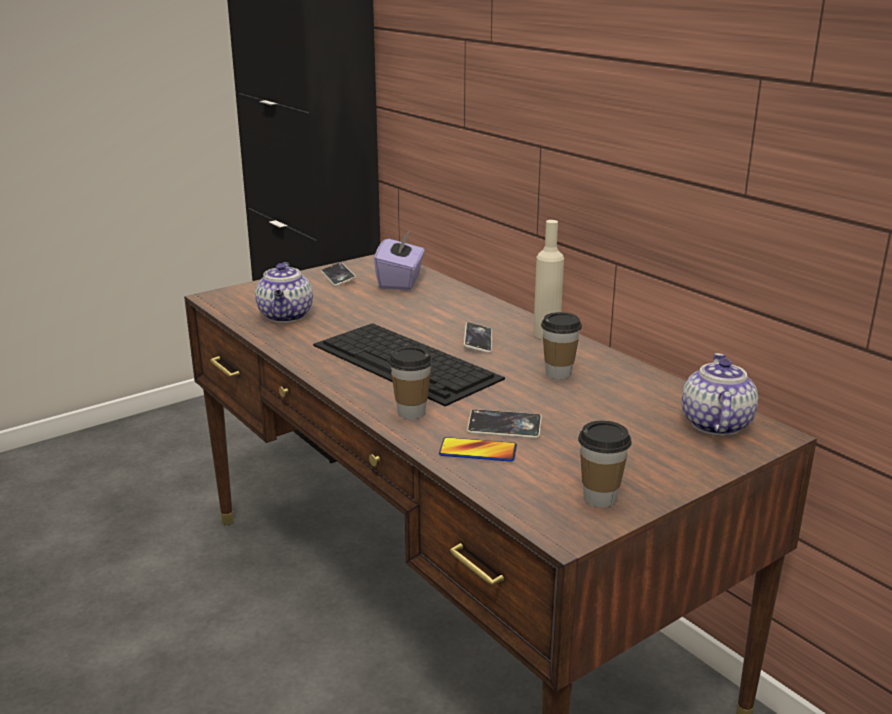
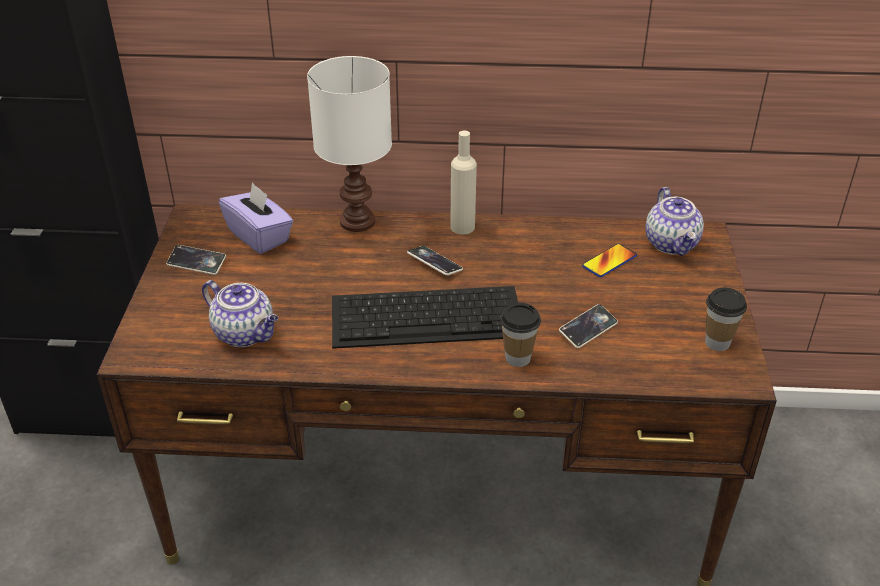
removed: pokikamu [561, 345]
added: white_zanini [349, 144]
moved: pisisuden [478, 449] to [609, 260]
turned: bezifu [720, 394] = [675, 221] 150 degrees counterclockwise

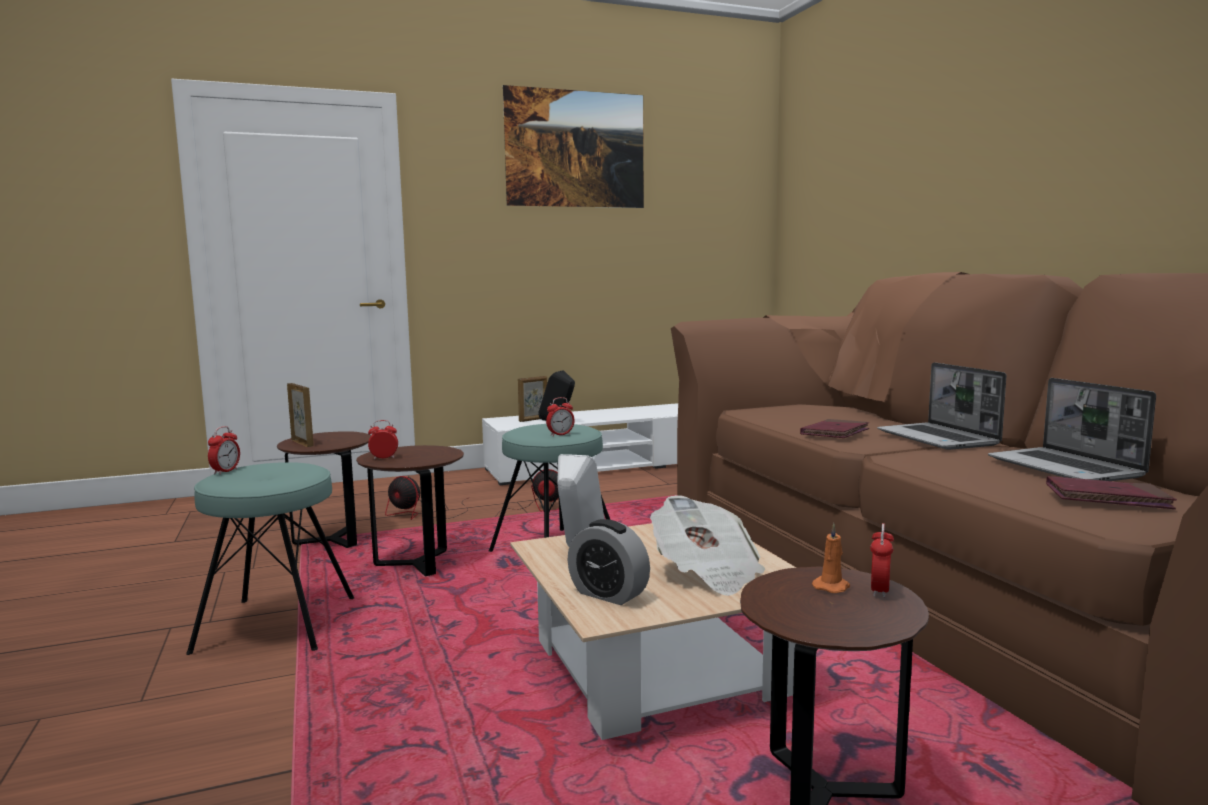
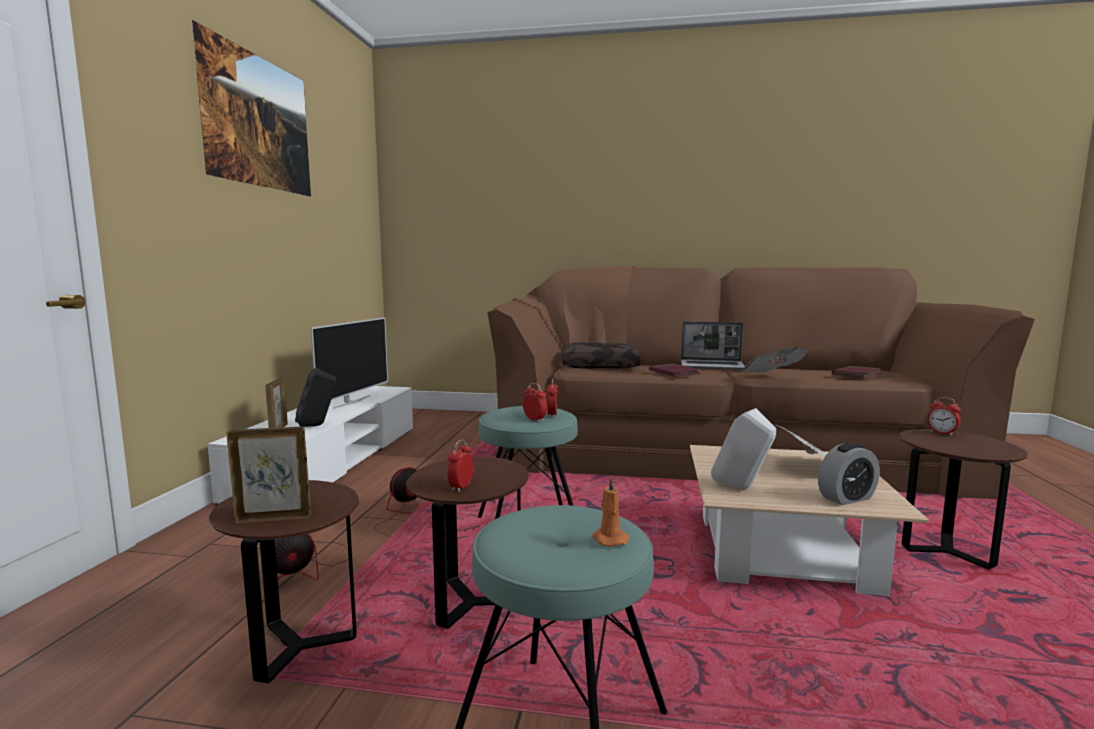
removed: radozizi [1072, 429]
added: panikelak [349, 363]; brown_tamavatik [601, 356]; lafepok [775, 360]
moved: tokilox [224, 450] to [535, 402]; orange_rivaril [831, 558] to [611, 511]

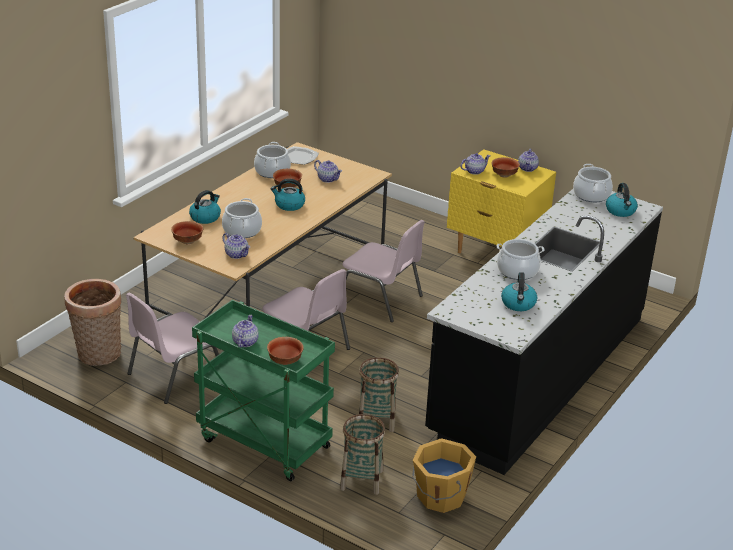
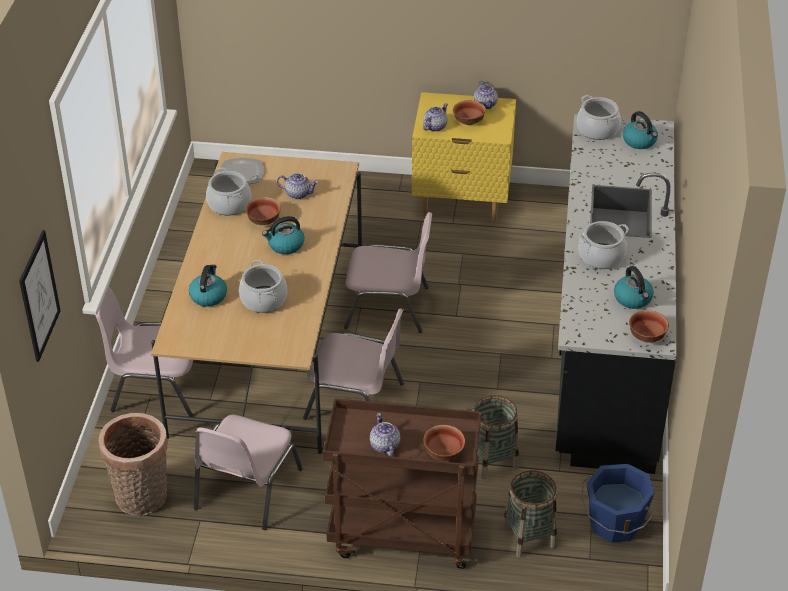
removed: bezifu [236, 246]
added: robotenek [40, 296]; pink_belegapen [149, 352]
moved: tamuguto [187, 232] to [649, 326]
recoloured: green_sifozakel [263, 390] to brown_sifozakel [402, 483]; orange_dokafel [444, 475] to blue_dokafel [618, 503]

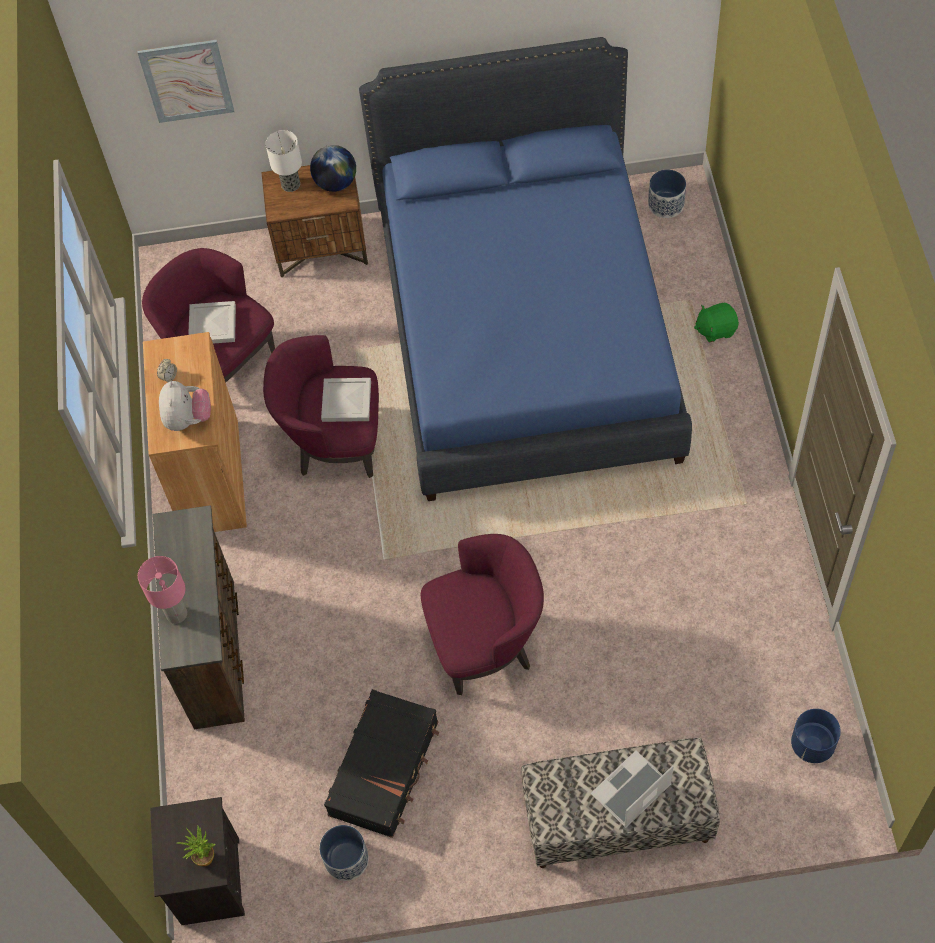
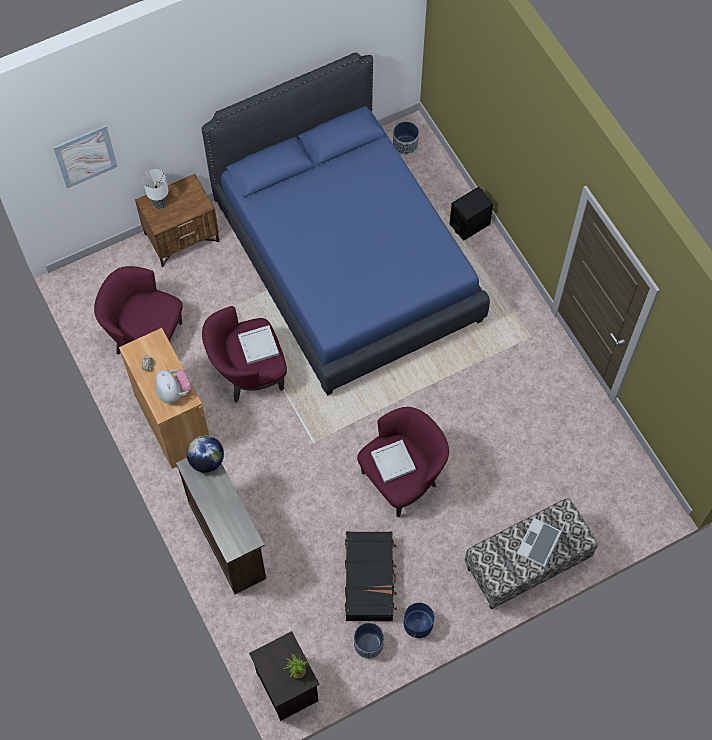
removed: pink_zanini [162, 590]
moved: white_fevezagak [212, 322] to [393, 461]; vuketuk [333, 168] to [205, 454]; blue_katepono [816, 736] to [419, 620]
replaced: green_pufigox [716, 323] to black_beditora [471, 214]

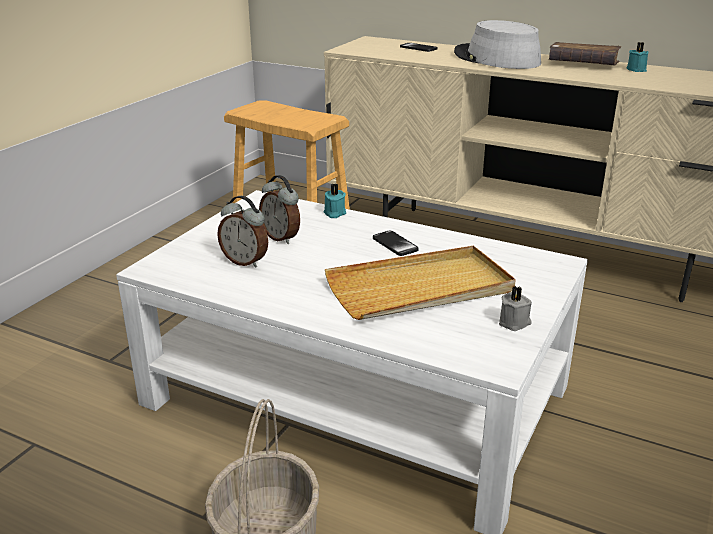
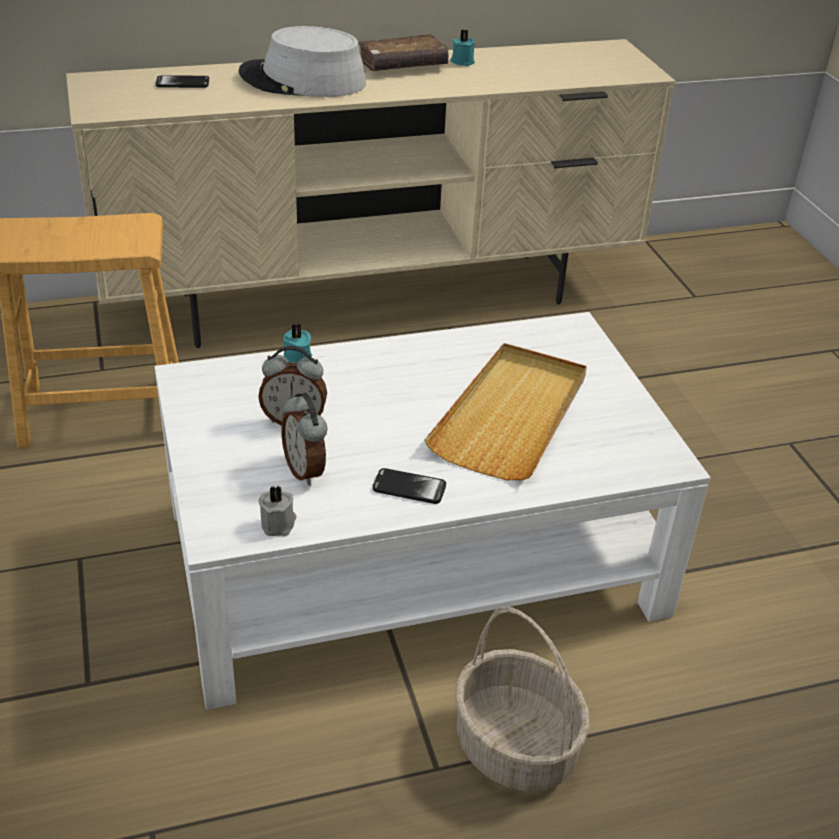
moved: pisisuden [396, 243] to [409, 486]; grey_rivaril [515, 308] to [278, 510]
turned: tokilox [242, 232] = [304, 439] 75 degrees clockwise

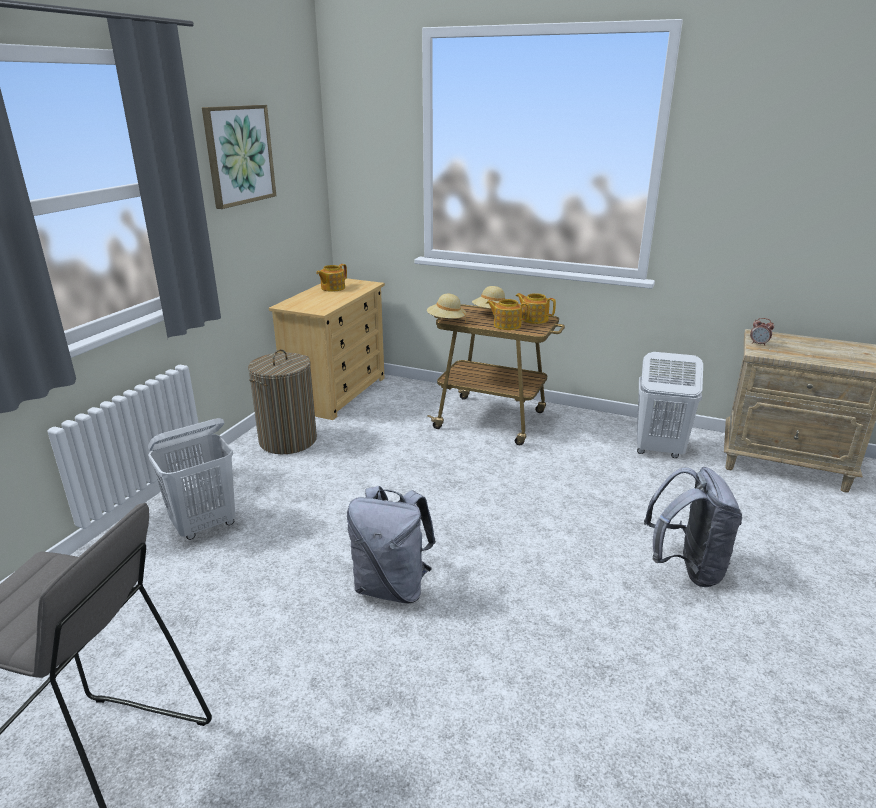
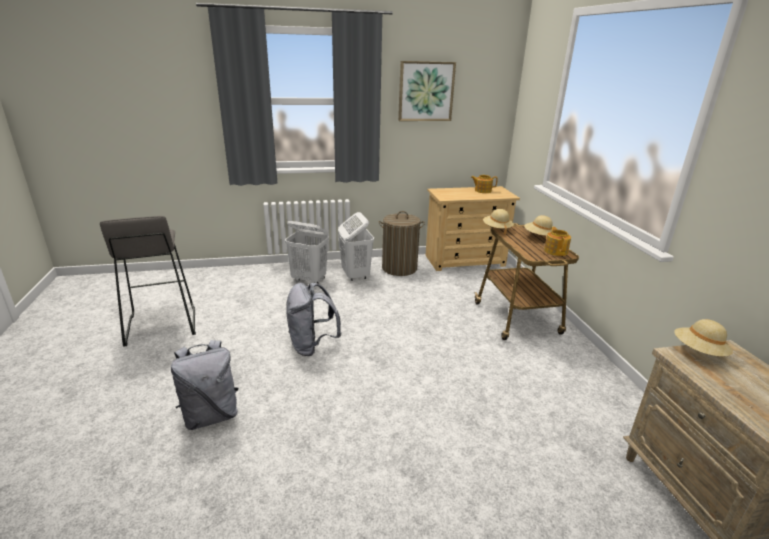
removed: bezifu [507, 314]
moved: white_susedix [670, 405] to [356, 246]; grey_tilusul [693, 527] to [204, 385]
replaced: tokilox [762, 332] to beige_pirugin [703, 337]

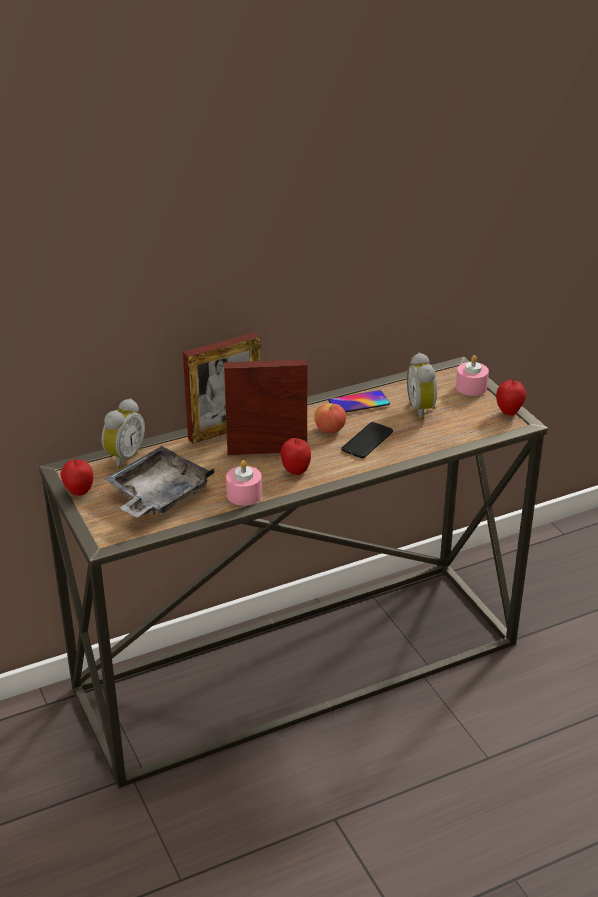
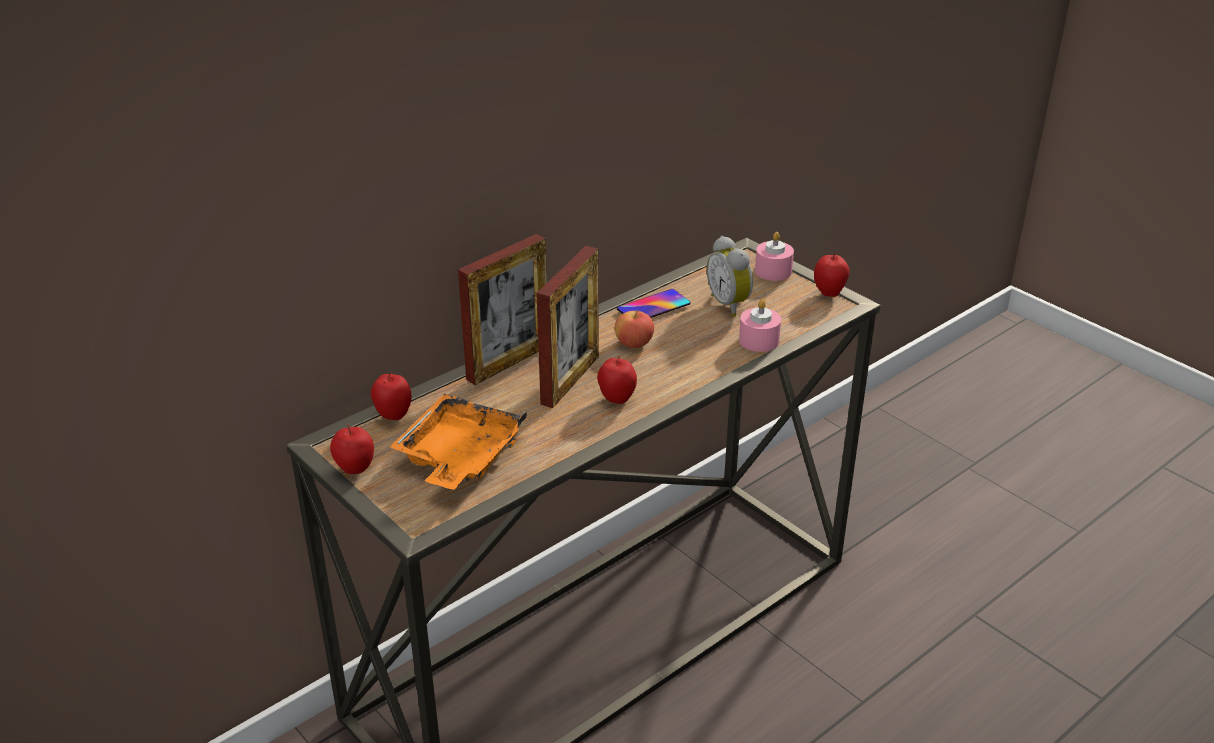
removed: pisisuden [367, 440]
moved: pink_rivaril [244, 483] to [760, 325]
replaced: tokilox [123, 433] to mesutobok [391, 396]
recoloured: grey_fevezagak [159, 481] to orange_fevezagak [458, 441]
turned: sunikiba [265, 407] = [567, 327] 135 degrees clockwise

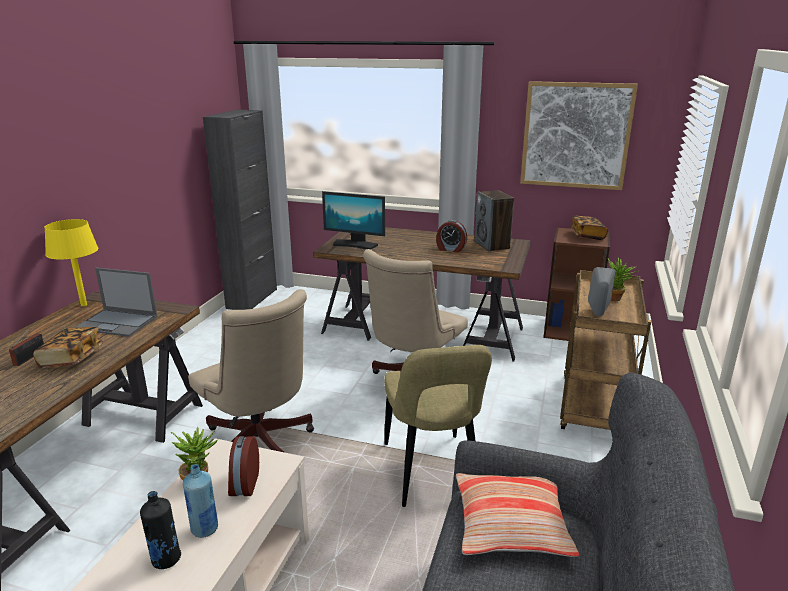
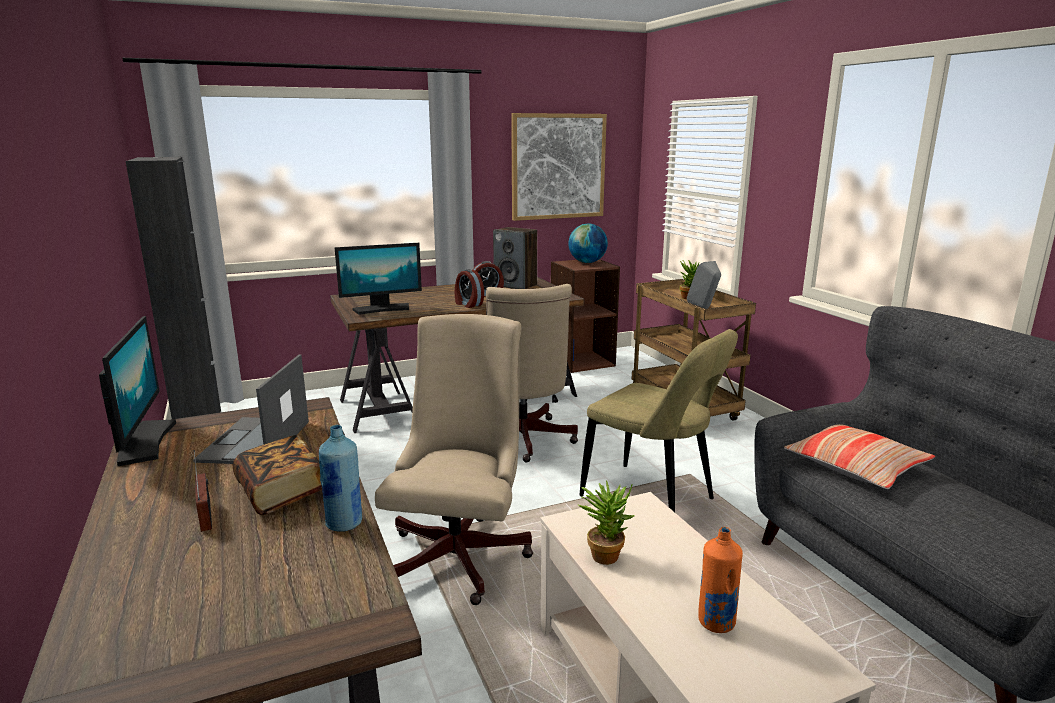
moved: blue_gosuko [200, 501] to [340, 478]; tokilox [243, 466] to [469, 288]
replaced: yellow_zanini [71, 262] to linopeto [137, 391]; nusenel [589, 228] to vuketuk [588, 243]
recoloured: black_gosuko [160, 530] to orange_gosuko [720, 580]
turned: radozizi [116, 302] = [251, 409] 120 degrees clockwise; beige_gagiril [251, 371] = [454, 459] 90 degrees counterclockwise

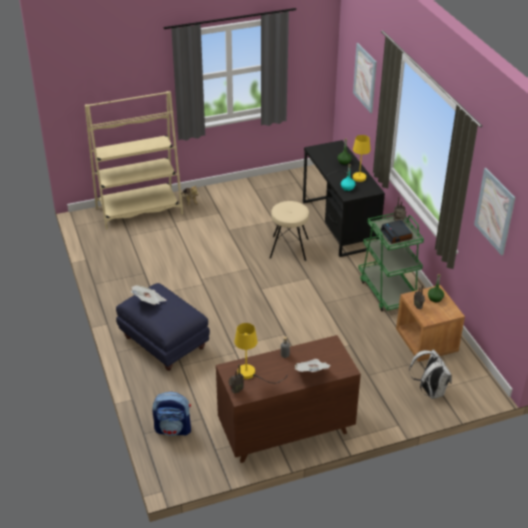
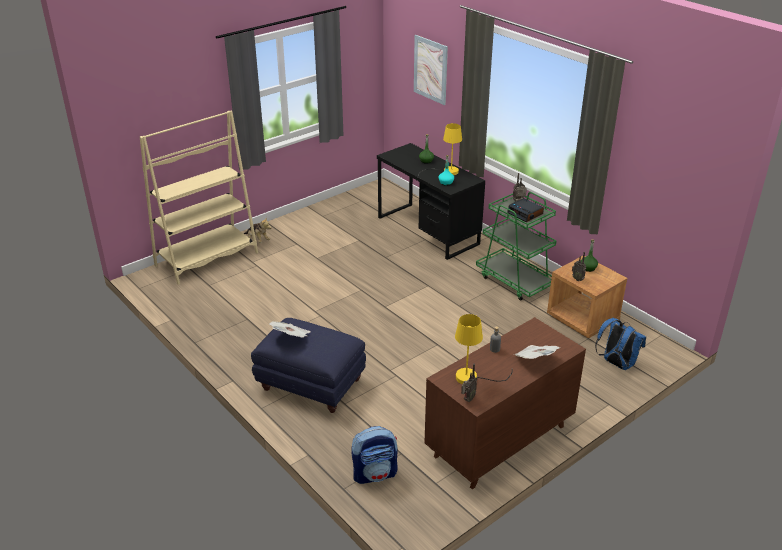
removed: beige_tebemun [289, 231]; robotenek [494, 211]
recoloured: white_tilusul [430, 374] to blue_tilusul [620, 343]

